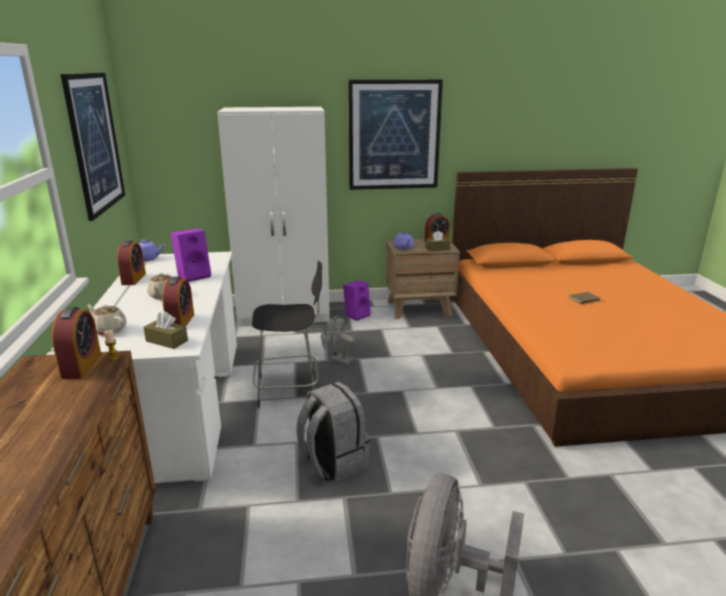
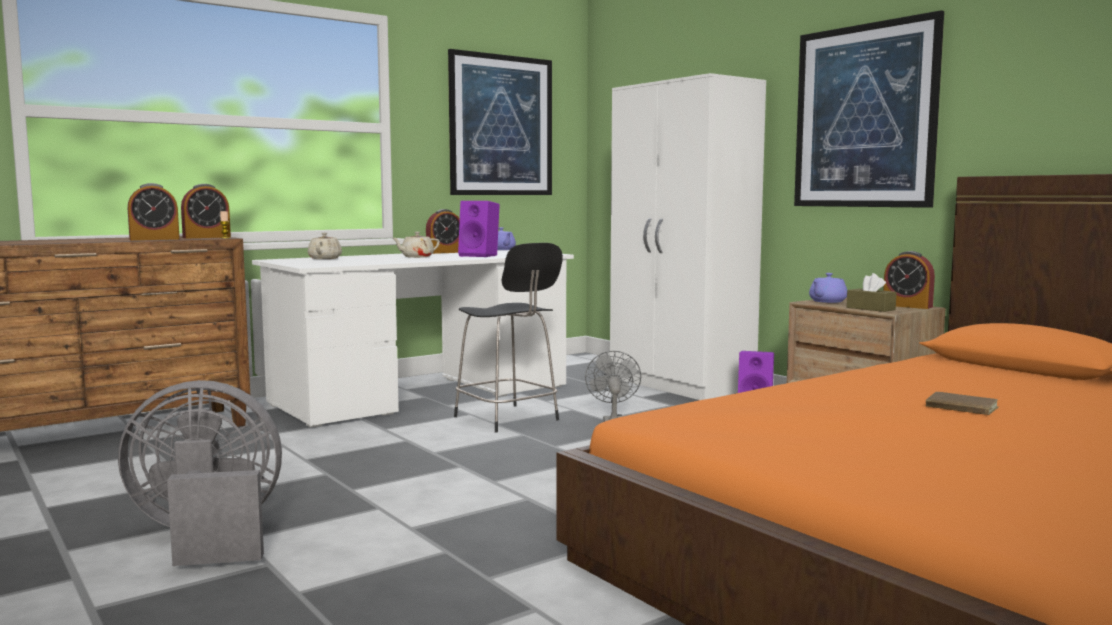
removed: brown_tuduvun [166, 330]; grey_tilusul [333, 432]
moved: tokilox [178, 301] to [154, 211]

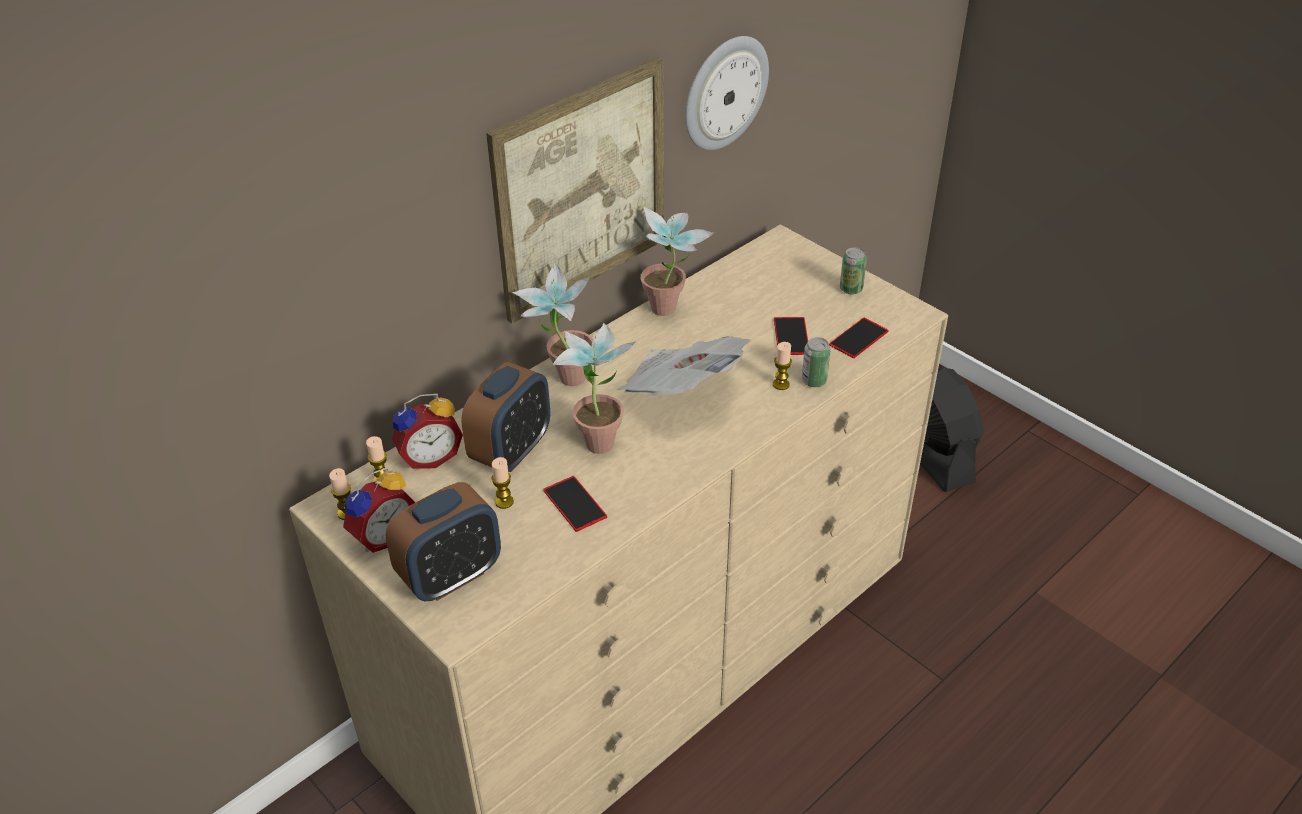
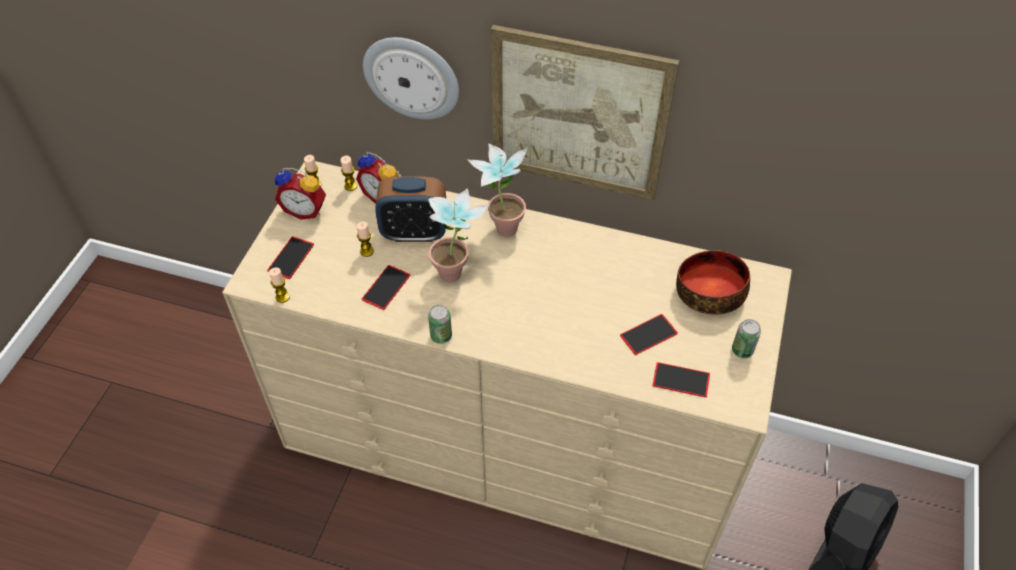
removed: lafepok [683, 366]; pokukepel [678, 261]
added: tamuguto [713, 282]
moved: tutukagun [727, 93] to [411, 78]; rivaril [782, 366] to [279, 285]; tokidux [816, 362] to [440, 324]
replaced: tokilox [443, 542] to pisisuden [290, 257]

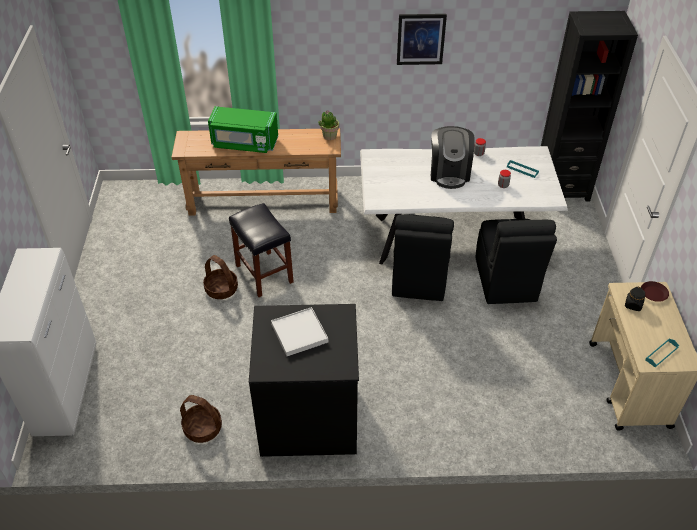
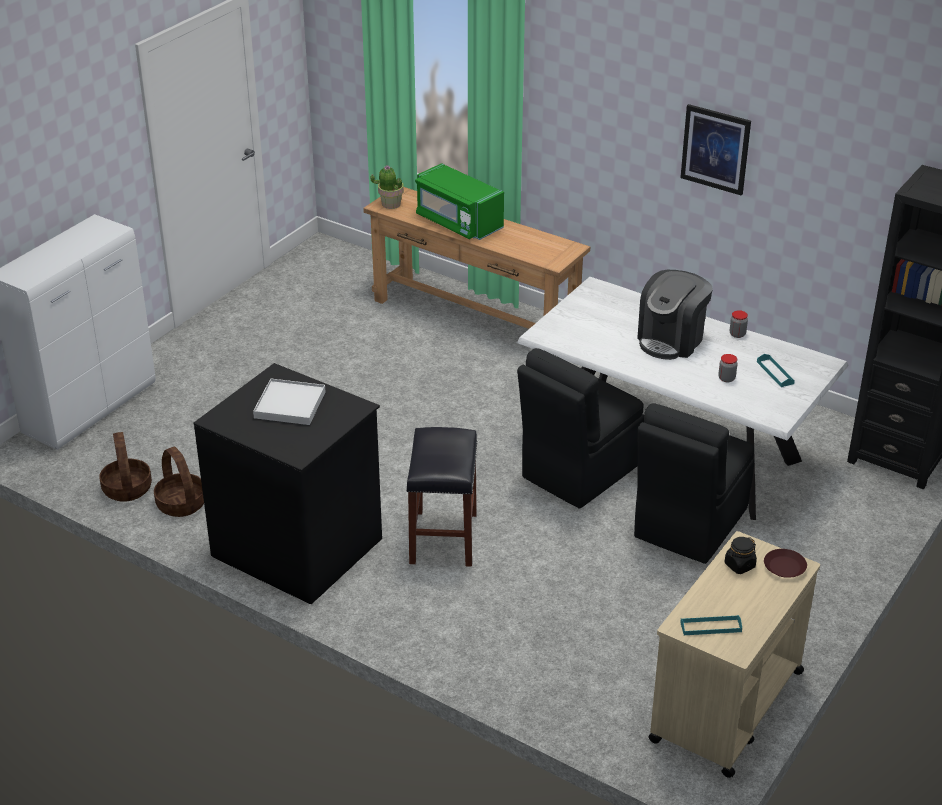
moved: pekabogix [220, 277] to [125, 467]; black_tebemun [261, 250] to [442, 497]; pokukepel [329, 125] to [387, 187]

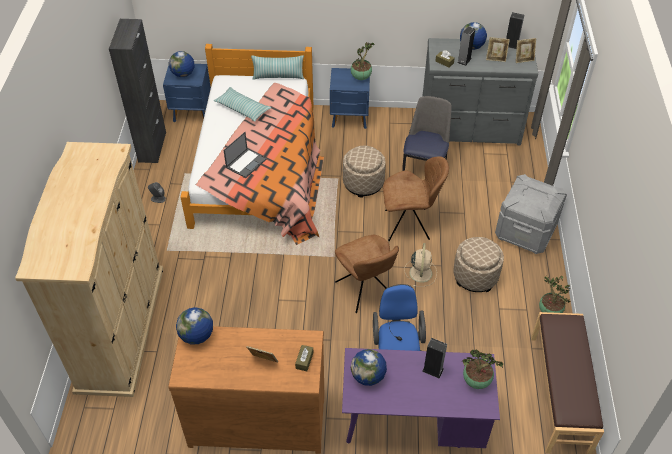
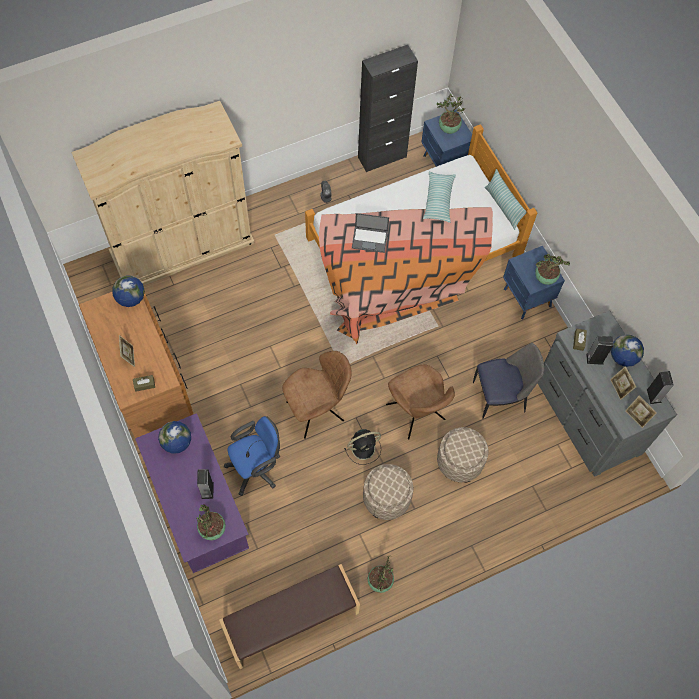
removed: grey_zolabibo [531, 214]
moved: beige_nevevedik [364, 172] to [462, 455]
replaced: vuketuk [181, 64] to pokukepel [451, 114]
recoloured: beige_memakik [420, 265] to black_memakik [362, 447]
turned: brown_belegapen [367, 273] = [317, 395] 150 degrees counterclockwise

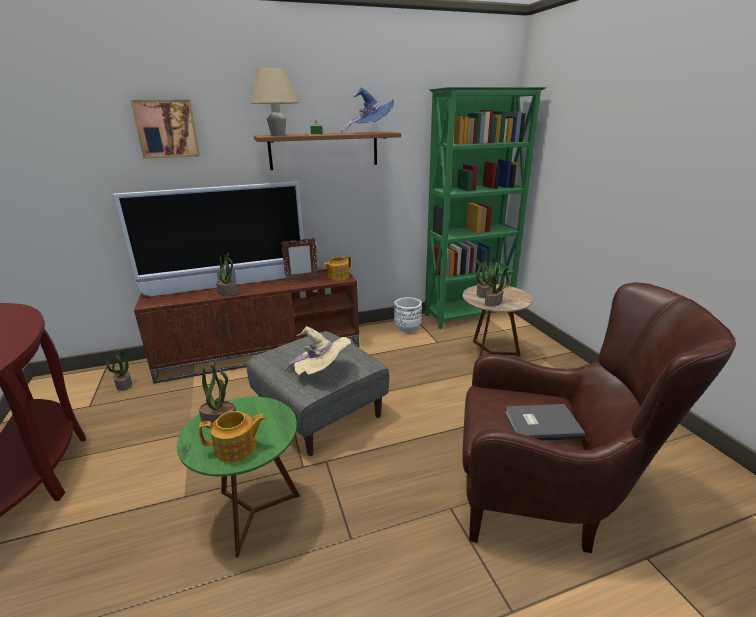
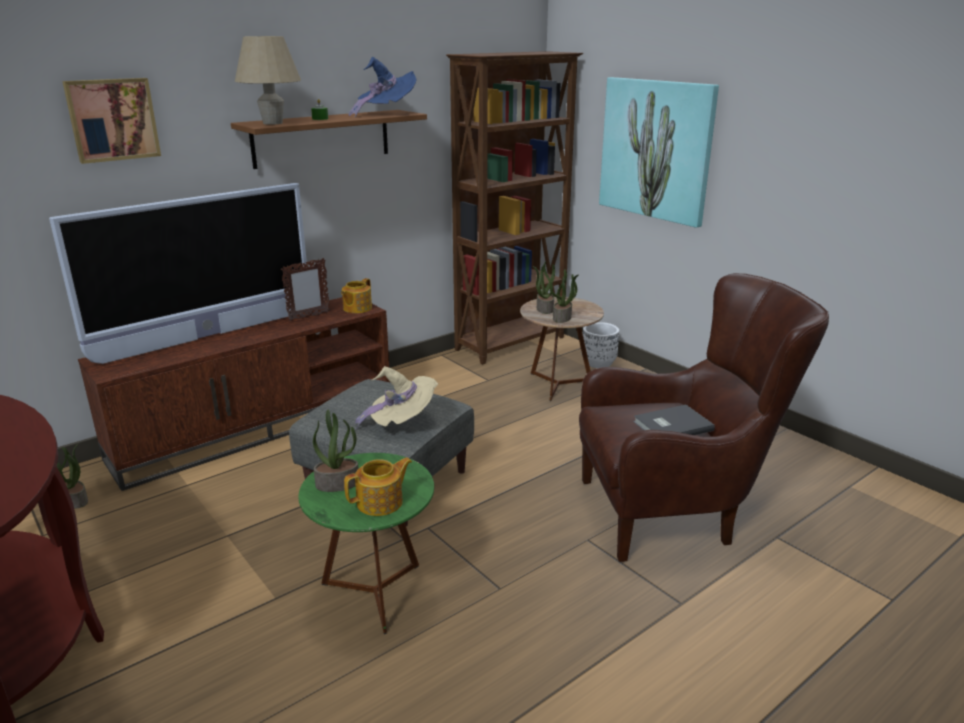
removed: pokukepel [227, 274]
added: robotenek [659, 152]
moved: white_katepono [408, 314] to [600, 345]
recoloured: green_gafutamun [485, 208] to brown_gafutamun [514, 208]

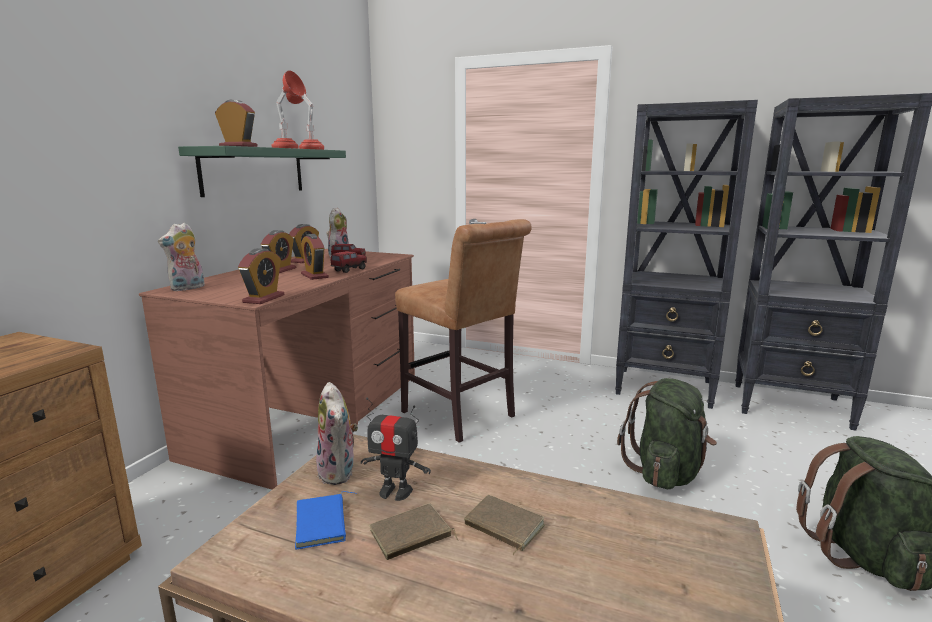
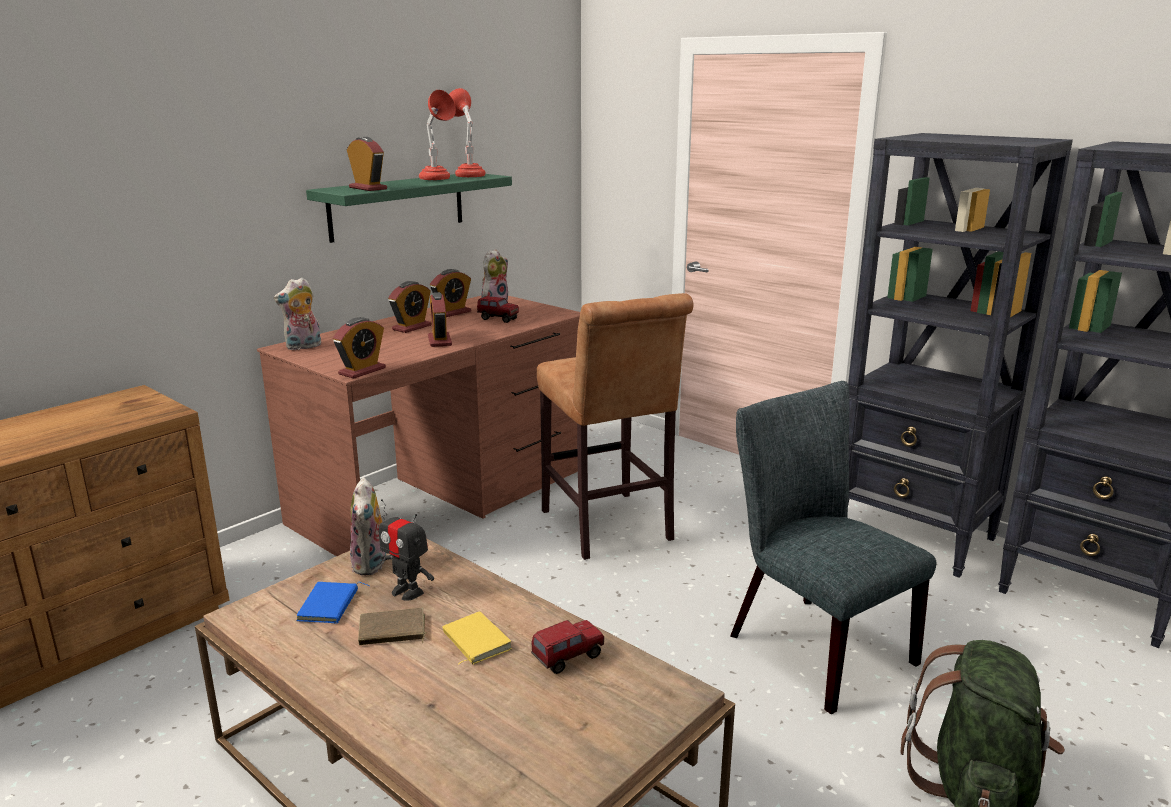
moved: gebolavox [349, 262] to [567, 647]
replaced: green_tilusul [667, 433] to grey_belegapen [833, 547]
recoloured: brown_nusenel [504, 525] to yellow_nusenel [477, 638]

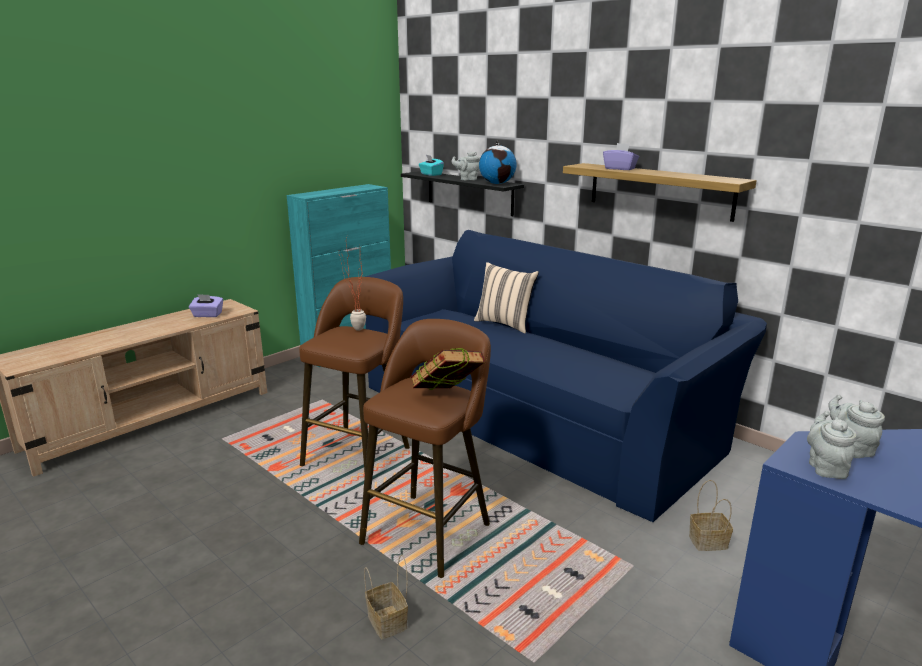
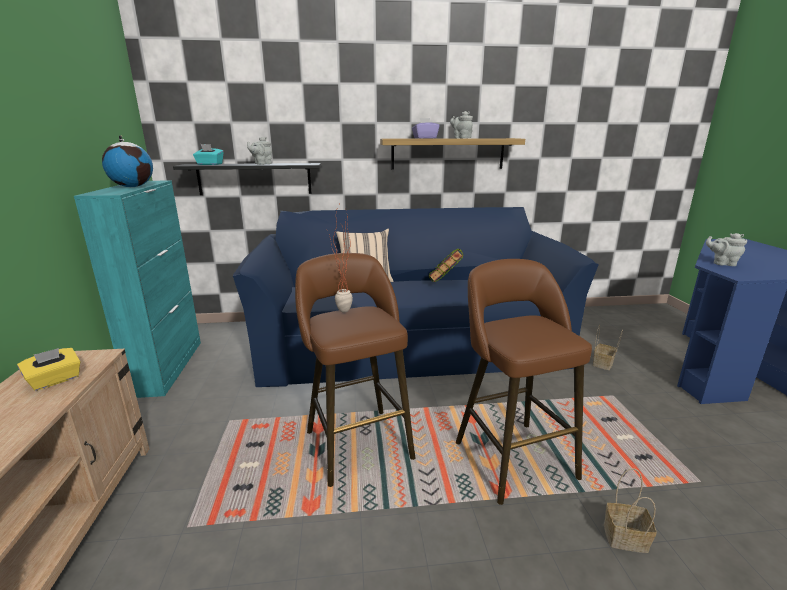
moved: nusenel [447, 369] to [445, 265]; vuketuk [498, 162] to [127, 161]; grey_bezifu [832, 445] to [461, 124]
recoloured: purple_tuduvun [206, 305] to yellow_tuduvun [49, 369]

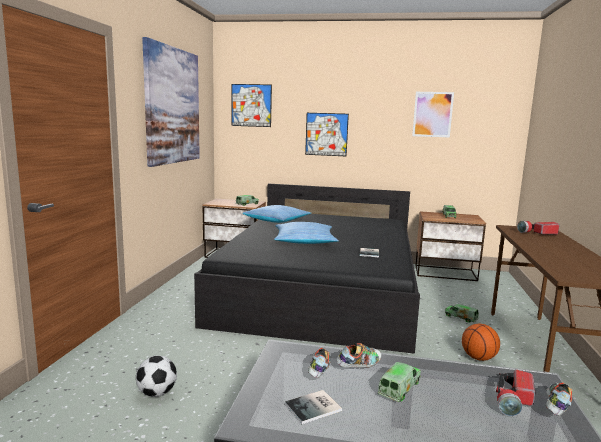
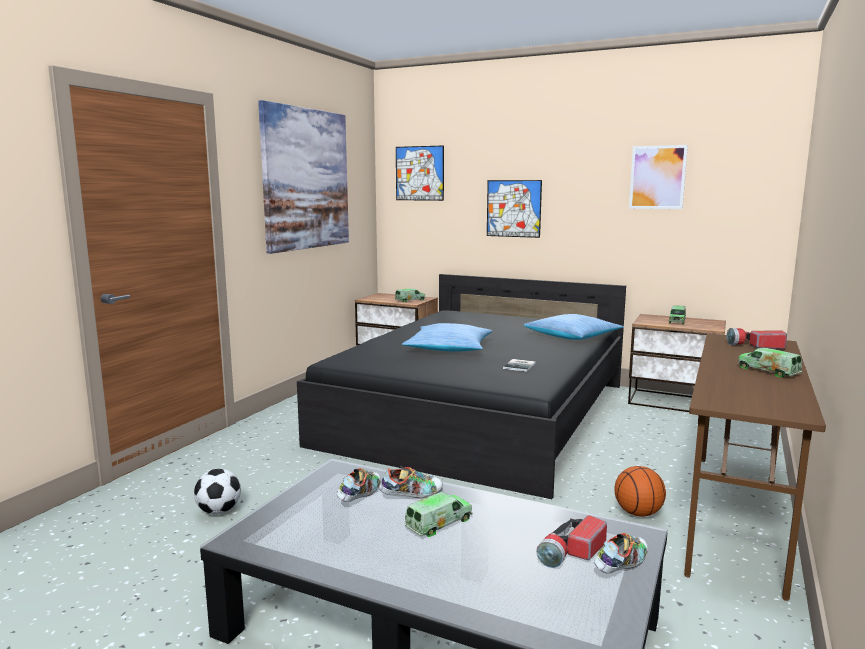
removed: nusenel [313, 407]
moved: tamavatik [277, 214] to [574, 327]; gebolavox [462, 313] to [770, 363]

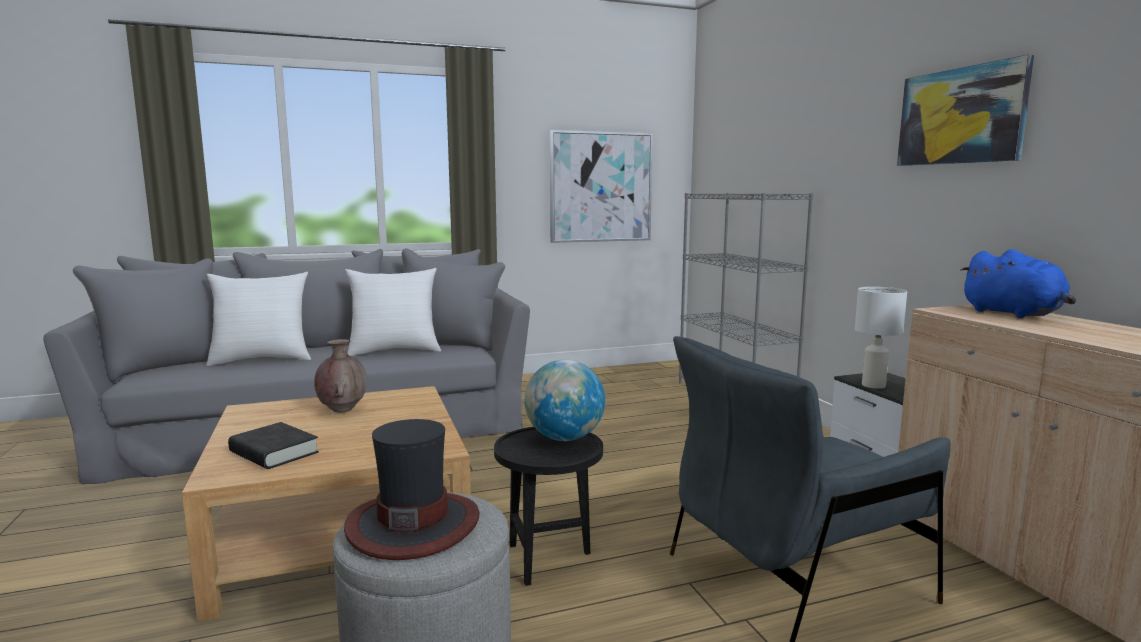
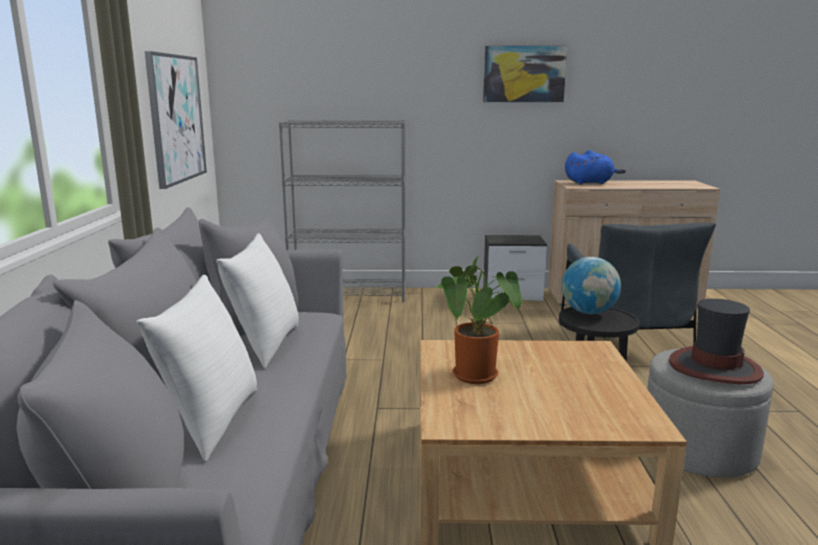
removed: black_nusenel [273, 445]; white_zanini [881, 338]
replaced: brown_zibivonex [340, 376] to pokukepel [478, 319]

